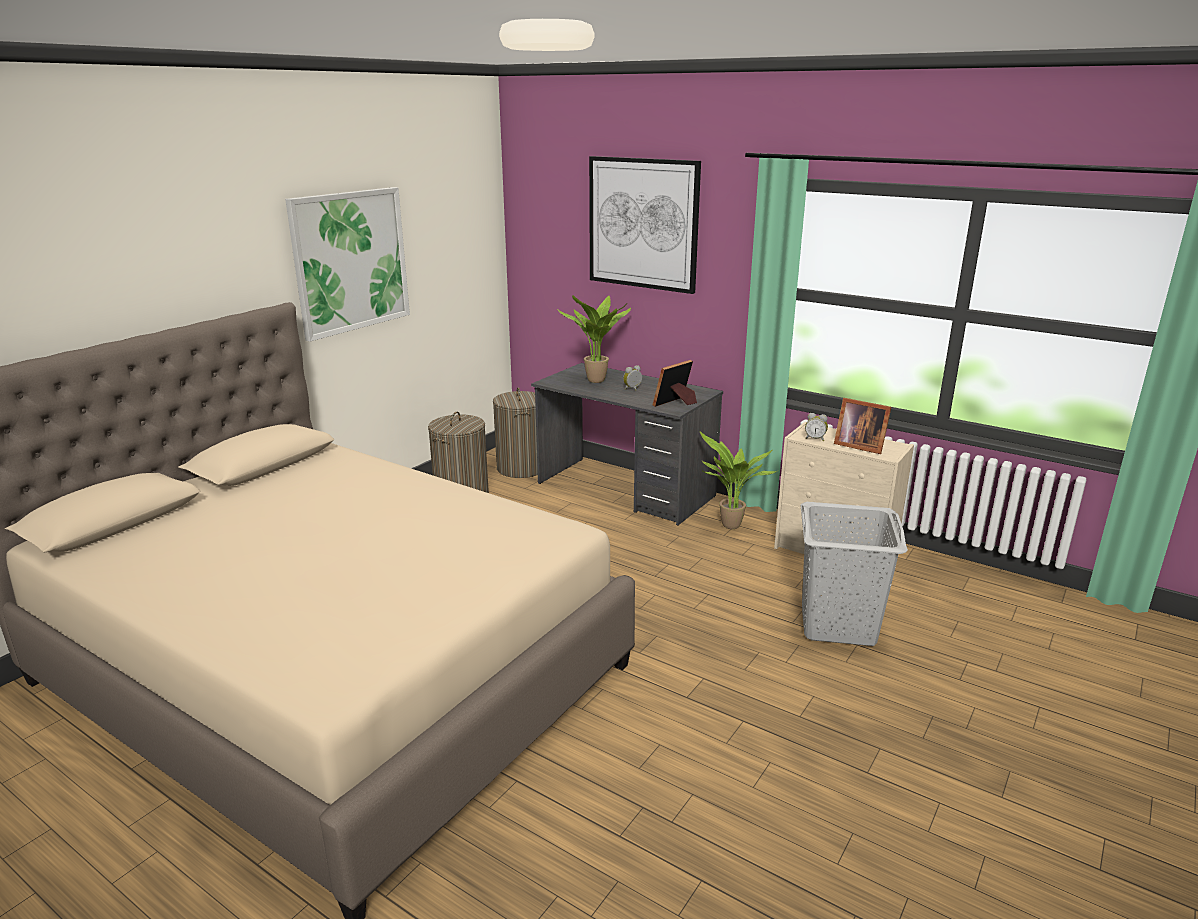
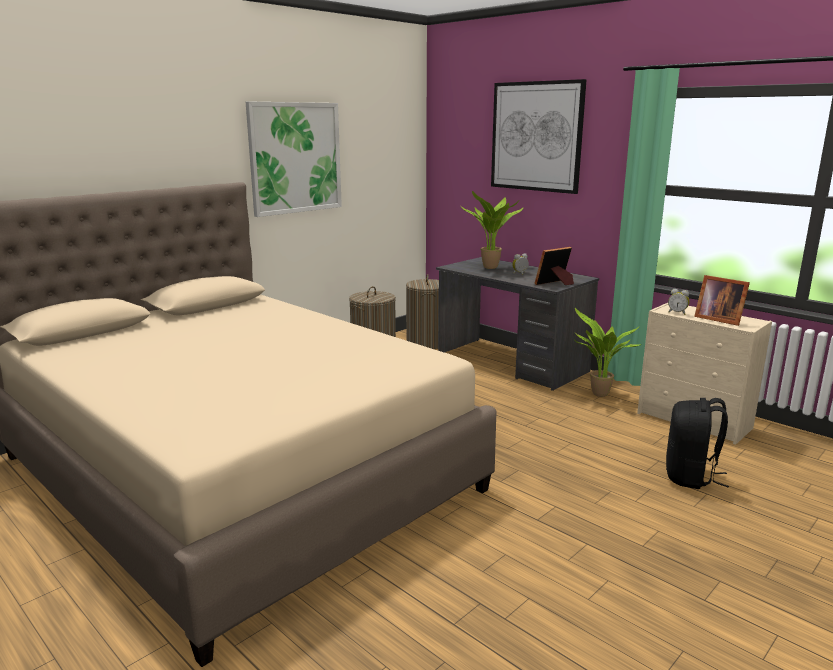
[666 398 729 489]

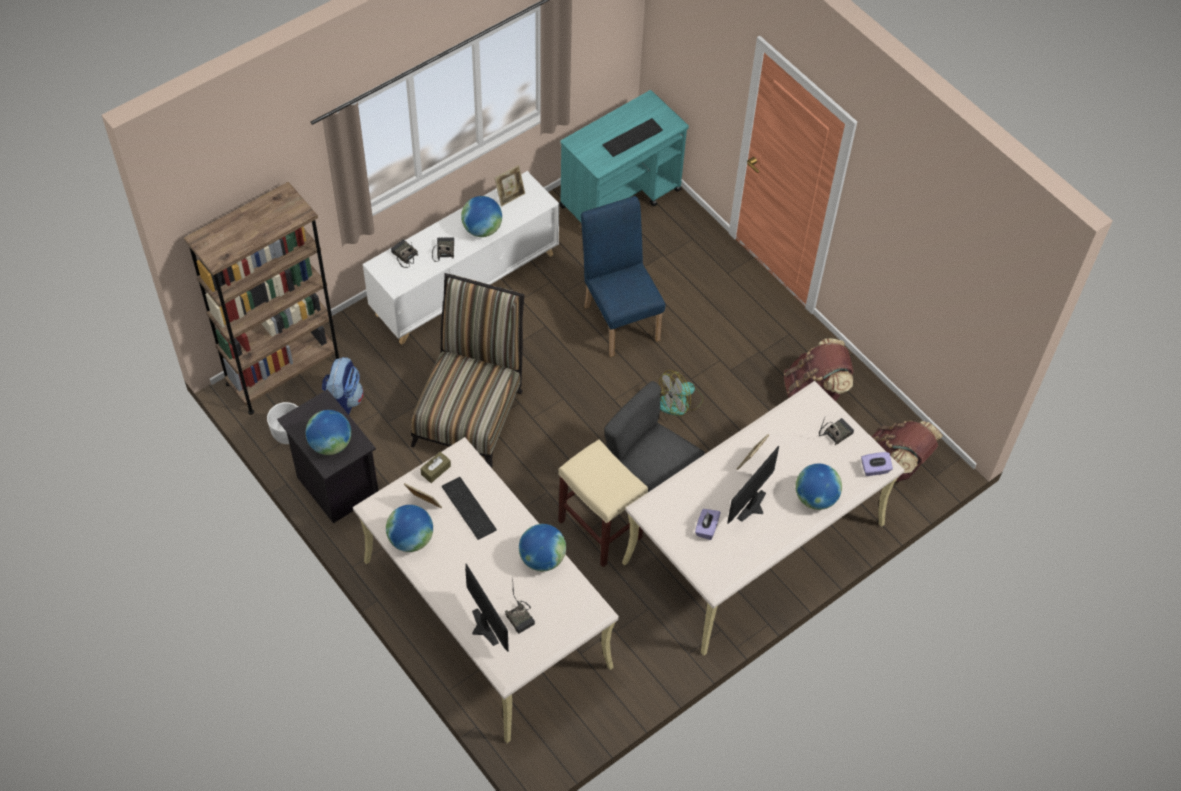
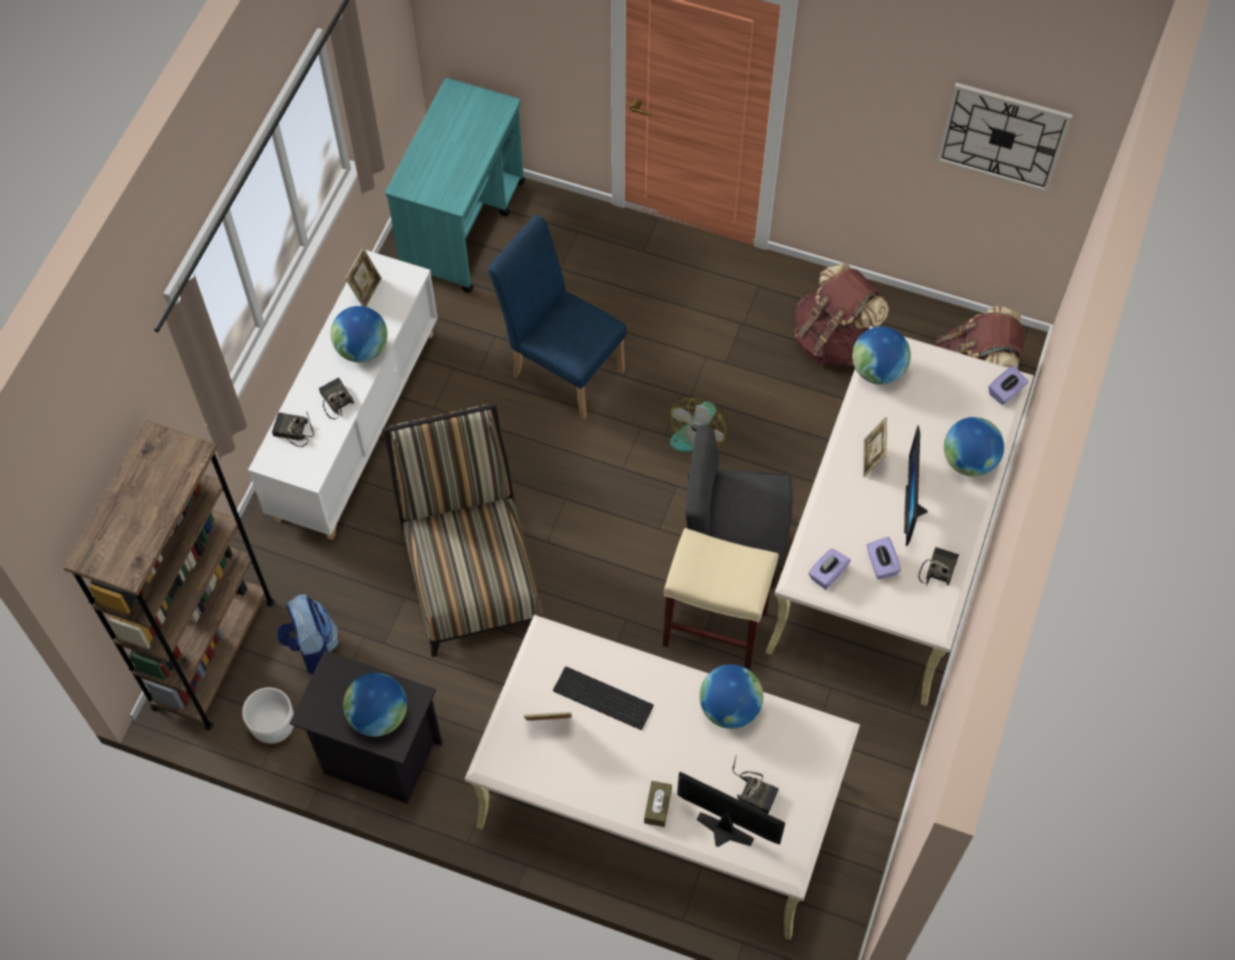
[603 118 663 157] (first image)
[808 548 851 590]
[936 82 1073 193]
[852 327 911 385]
[644 781 672 827]
[918 547 959 585]

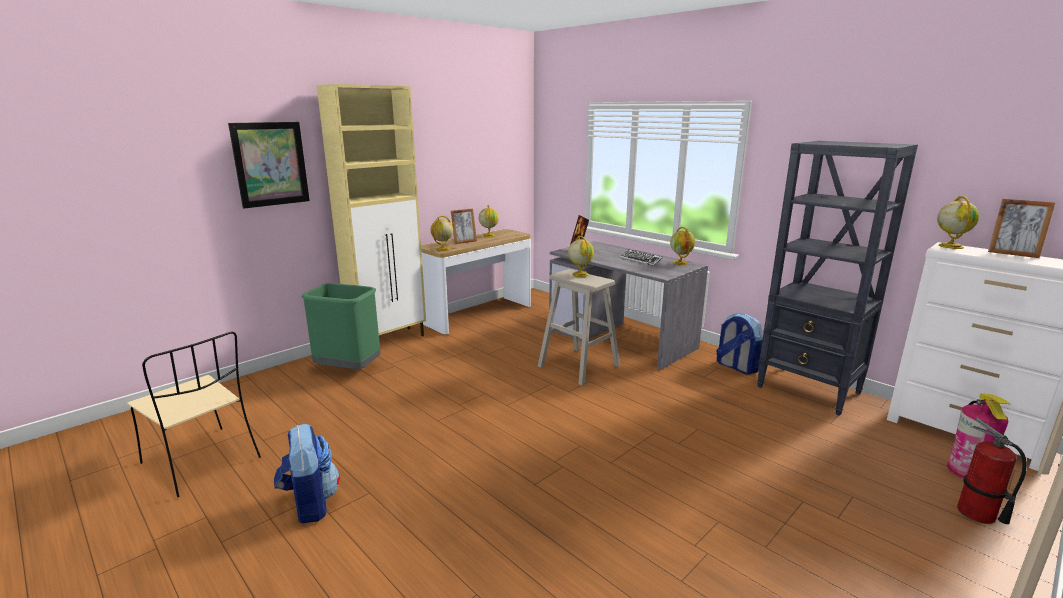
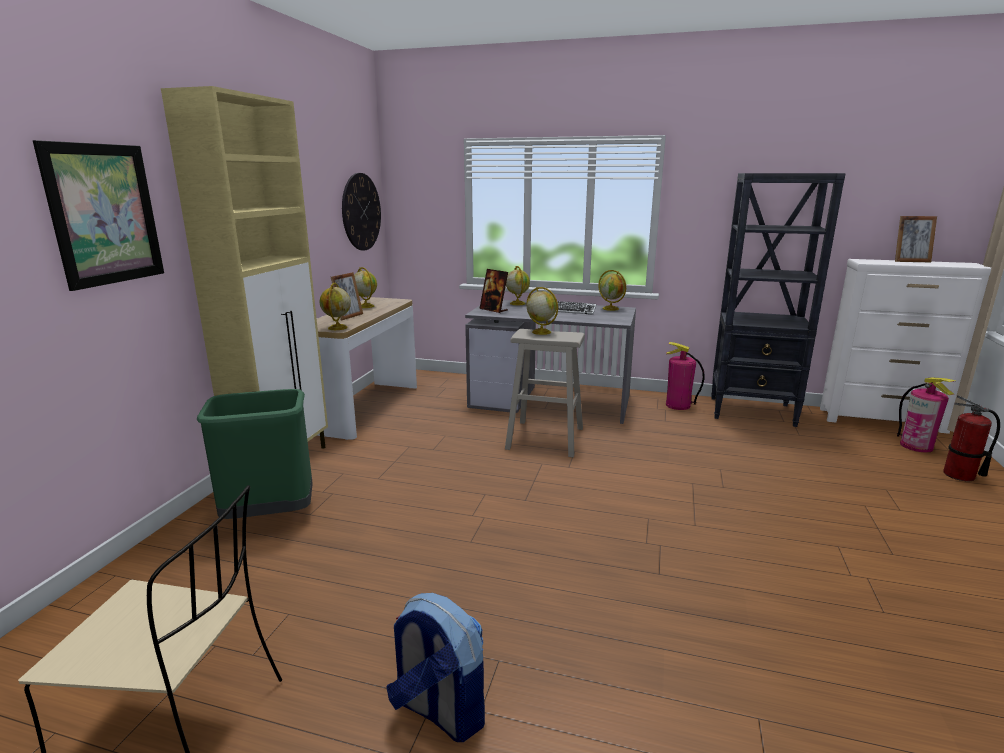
[342 173 381 251]
[506 266 530 305]
[666 342 705 410]

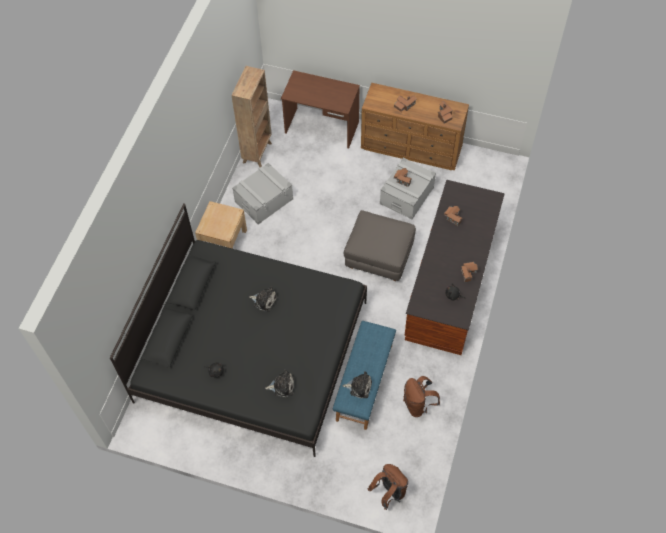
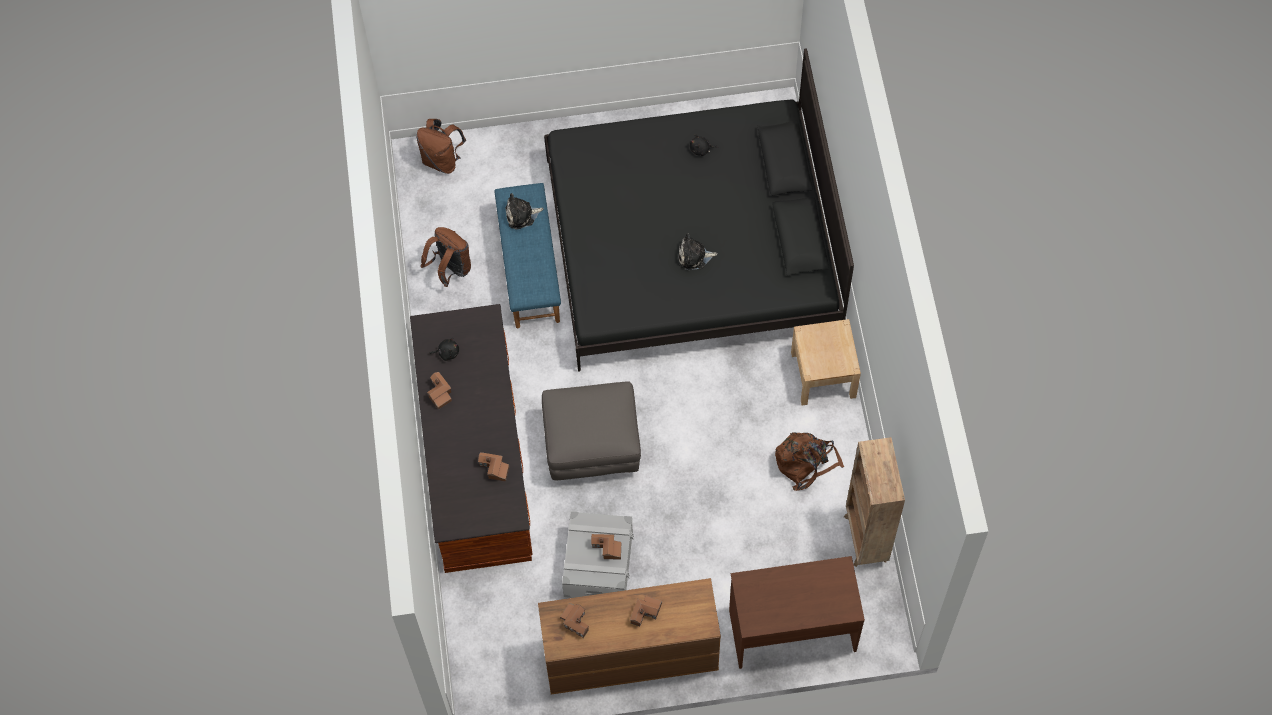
[265 369 294 397] (first image)
[775 432 844 491]

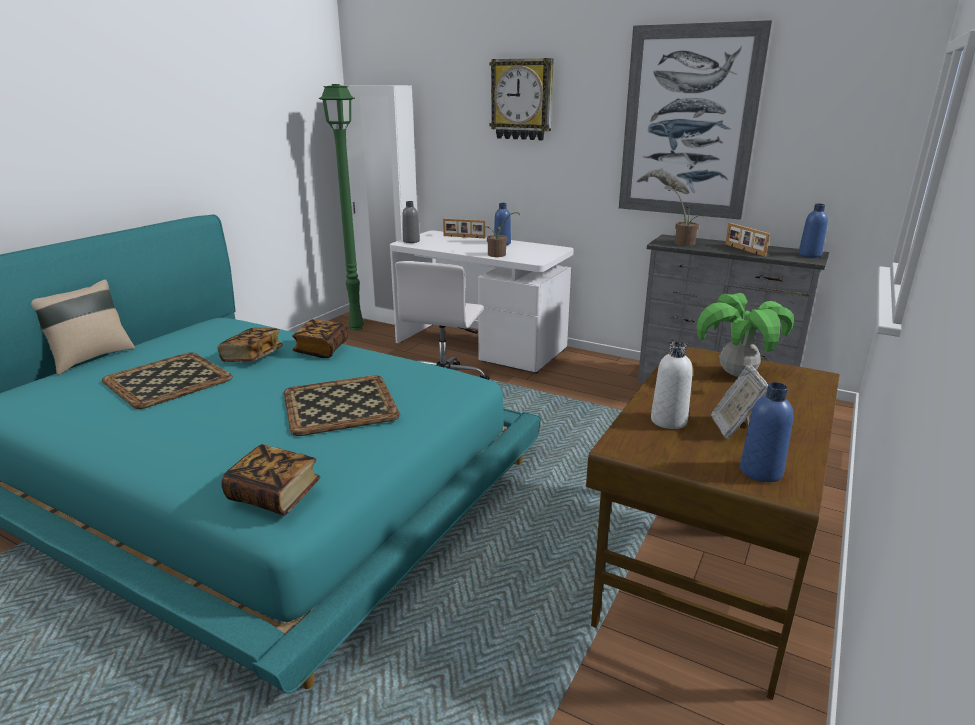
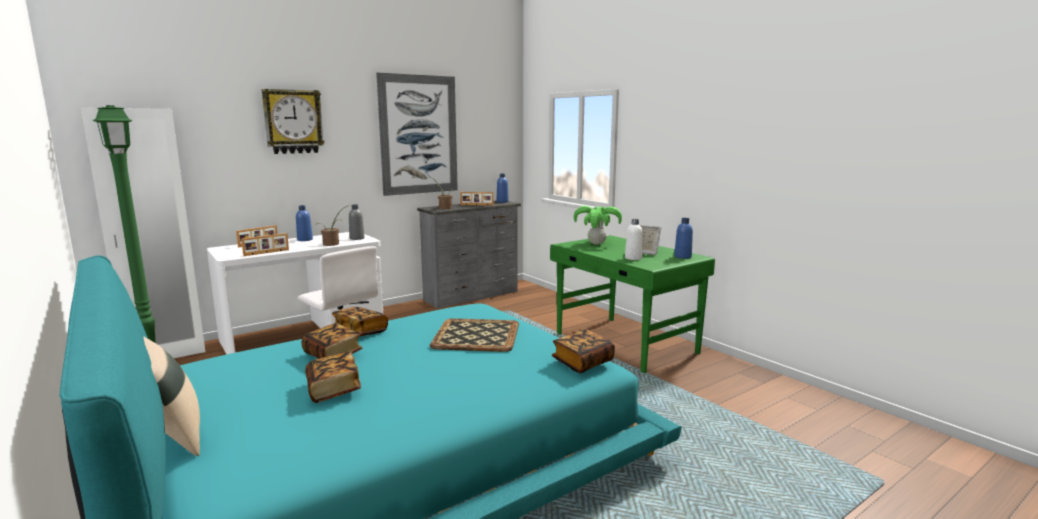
[241 233 289 256]
[349 204 365 240]
[305 352 361 403]
[550 235 715 373]

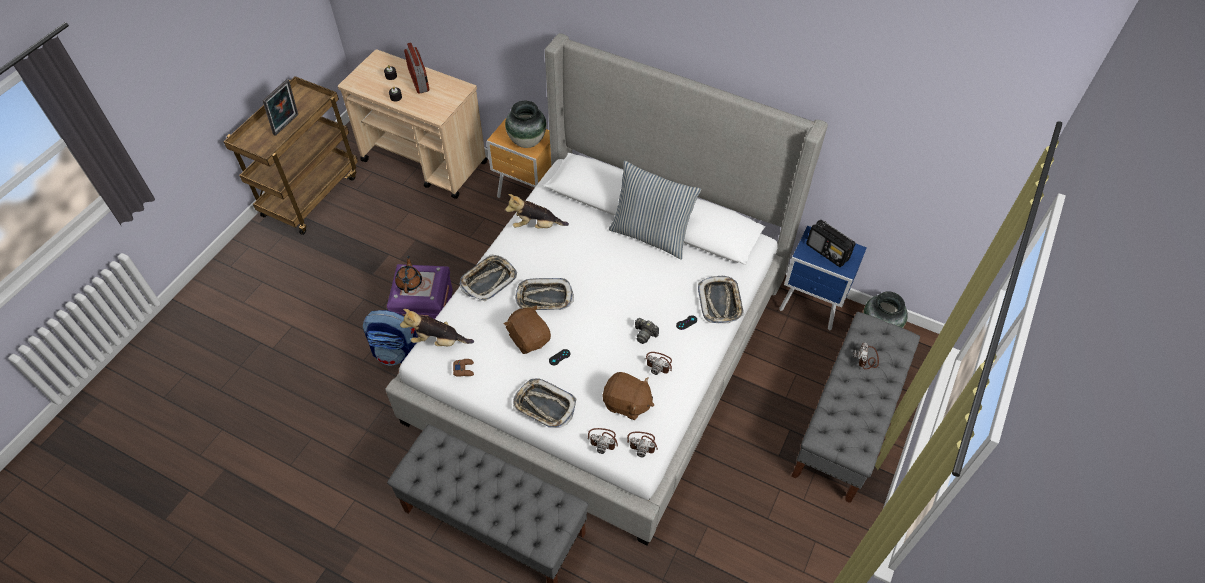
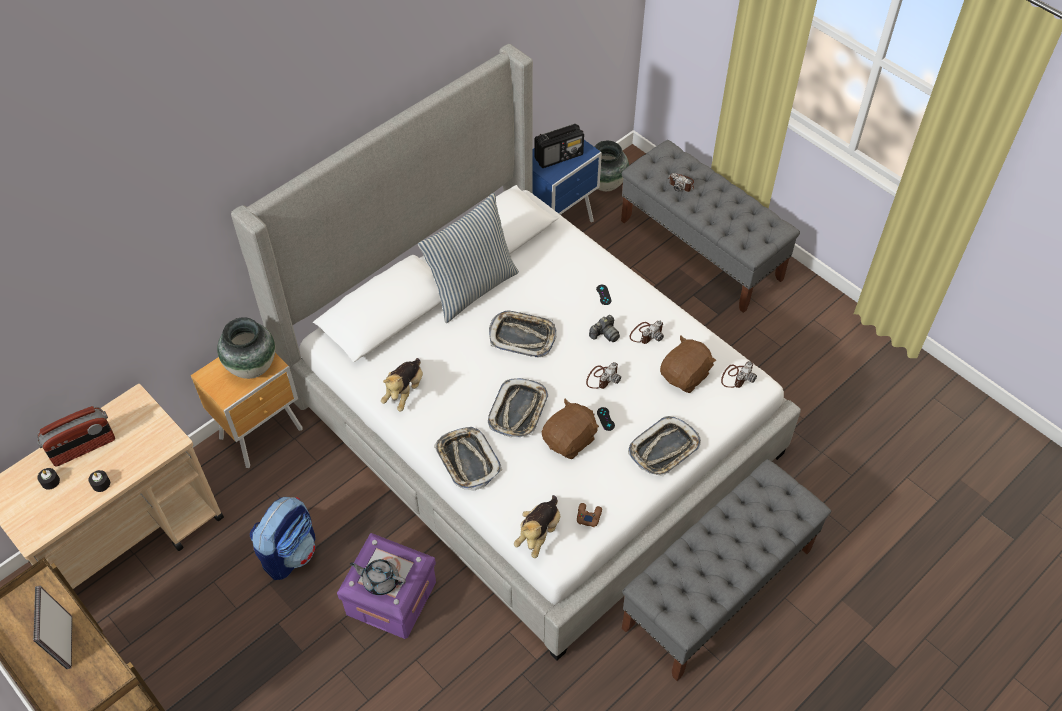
[250 497 316 580]
[586 362 621 389]
[489 311 557 357]
[350 559 406 595]
[33 586 72 669]
[37 406 115 467]
[542 399 599 459]

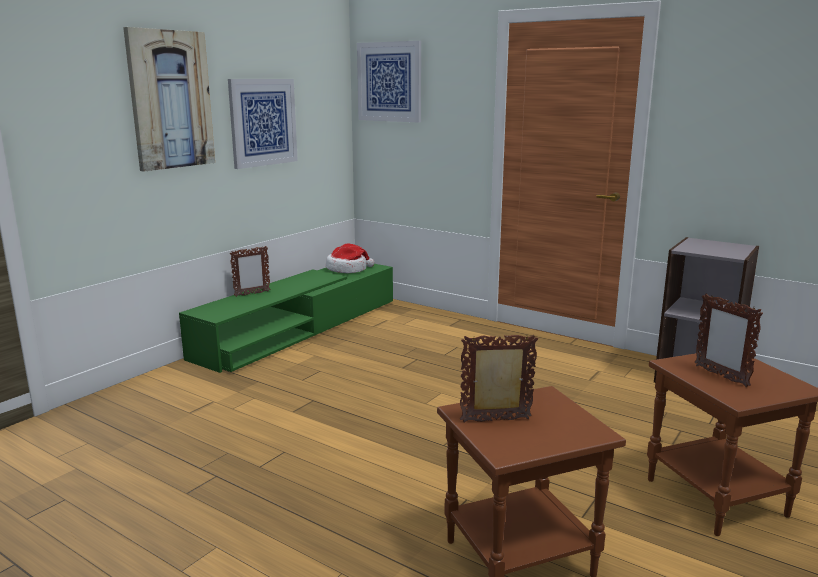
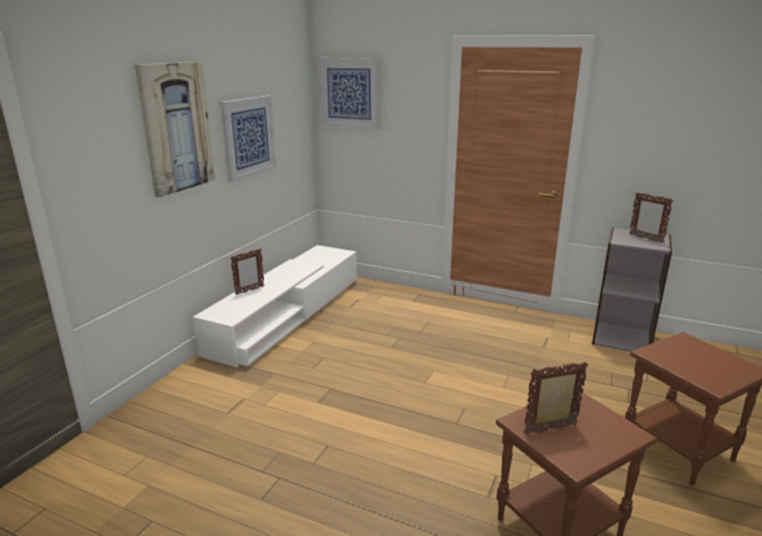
[326 244 374 273] (first image)
[629 192 673 243]
[193 245 357 367]

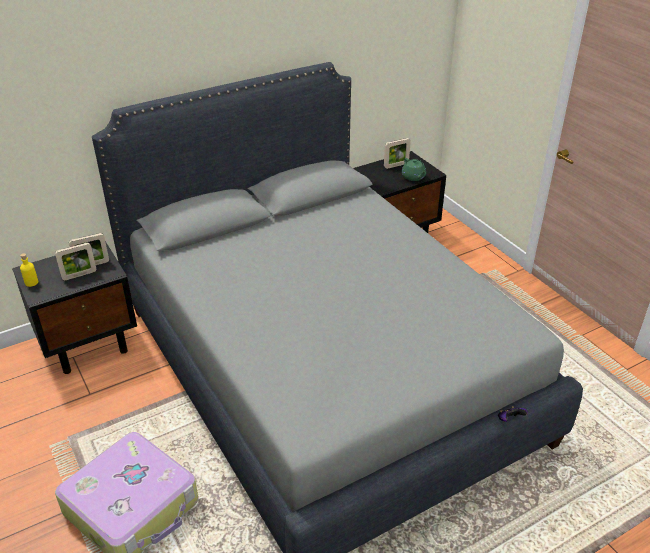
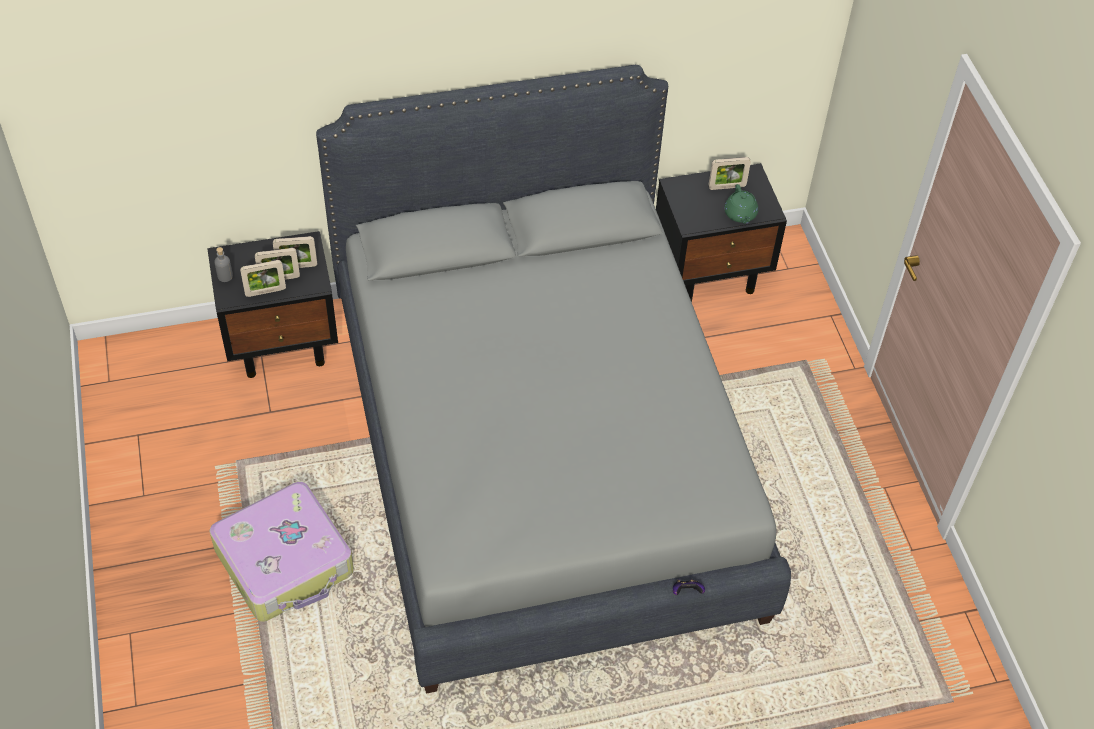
[240 260 286 297]
[214 247 233 282]

